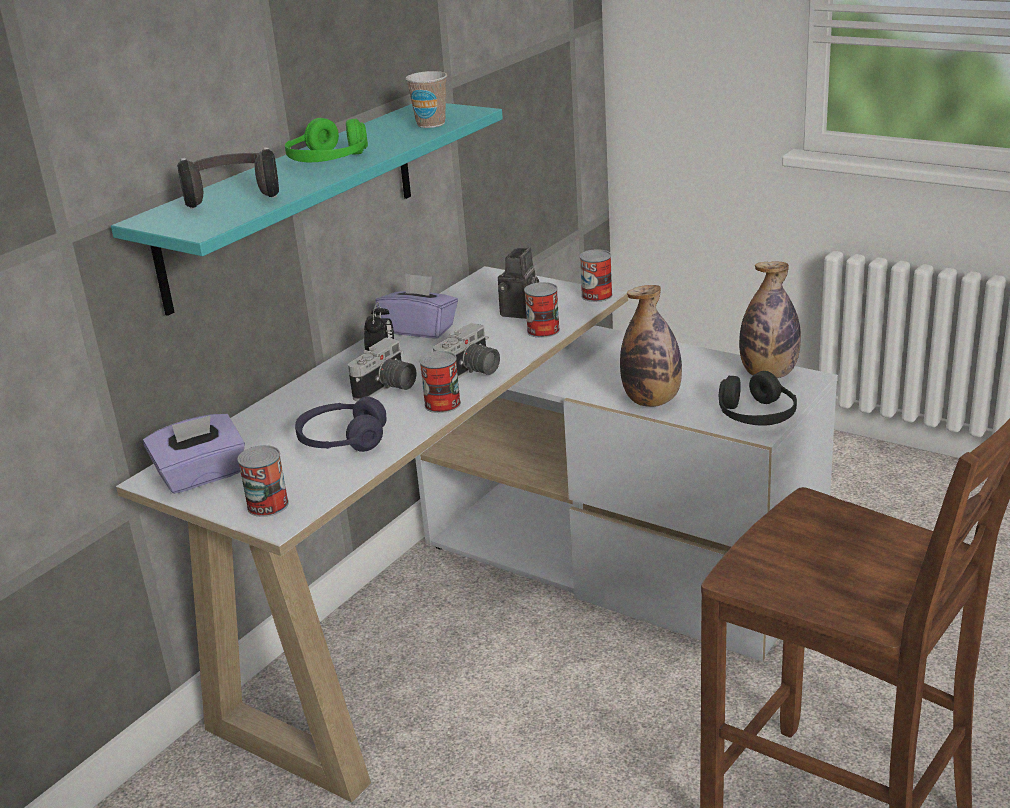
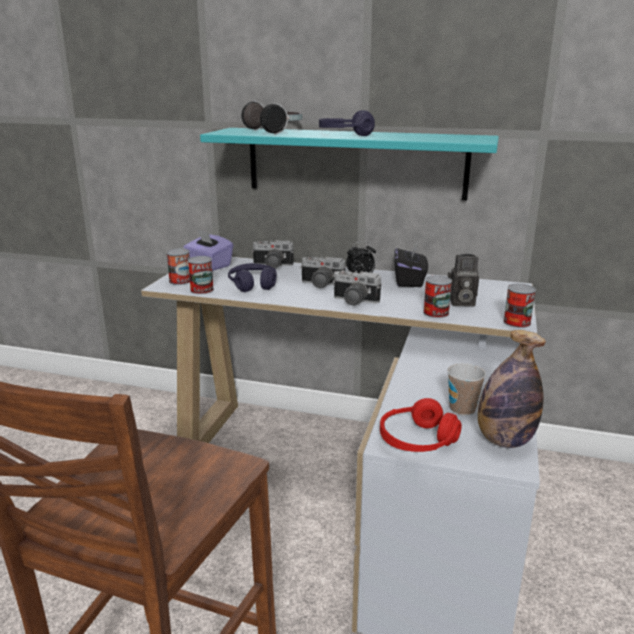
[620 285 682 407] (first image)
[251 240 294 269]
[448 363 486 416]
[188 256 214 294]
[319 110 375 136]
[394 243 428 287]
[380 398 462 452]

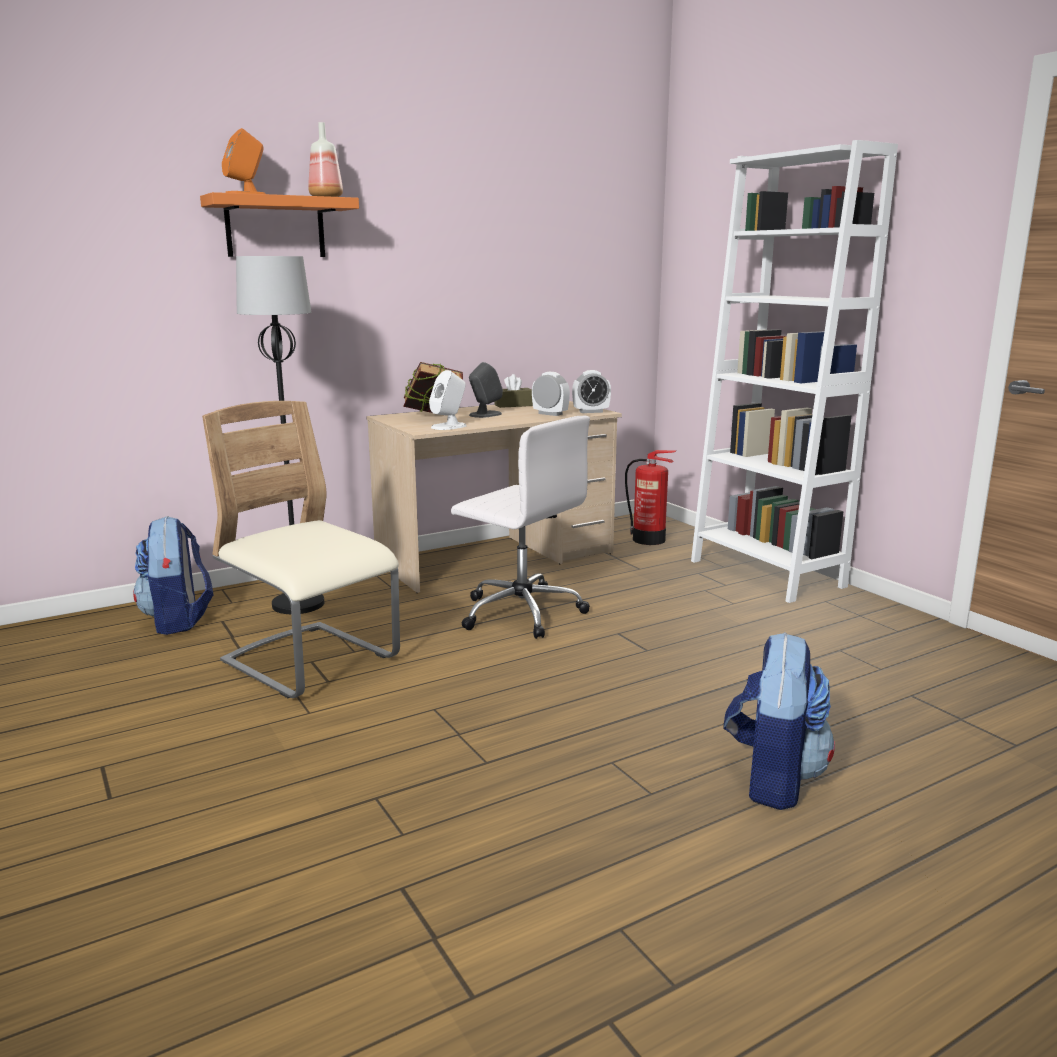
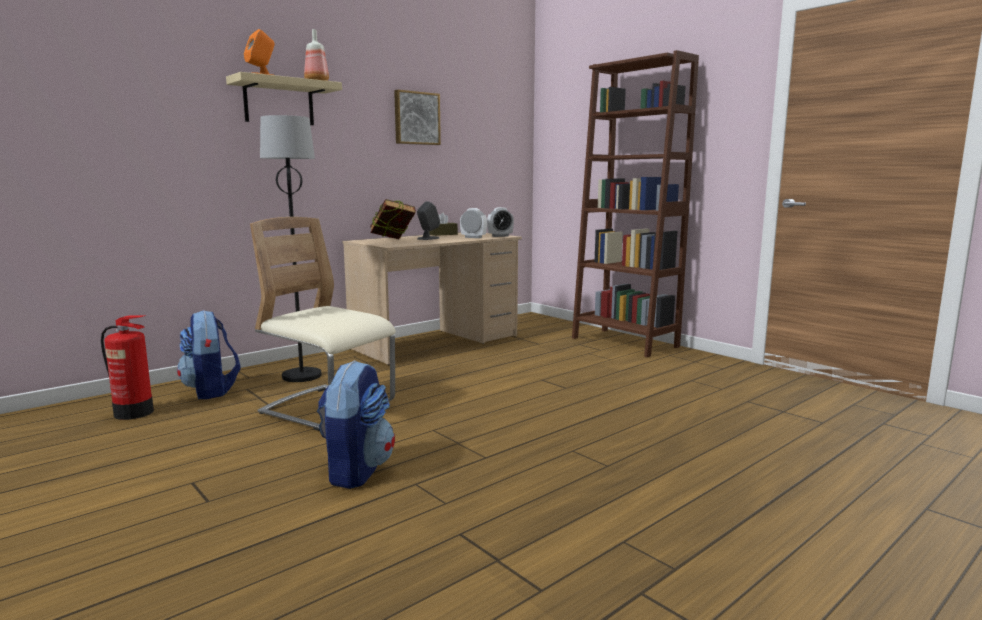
[429 370 467 430] (first image)
[451 416 590 639] (first image)
[394 90 441 145]
[101 316 154 420]
[317 360 395 489]
[226 72 342 125]
[572 50 699 357]

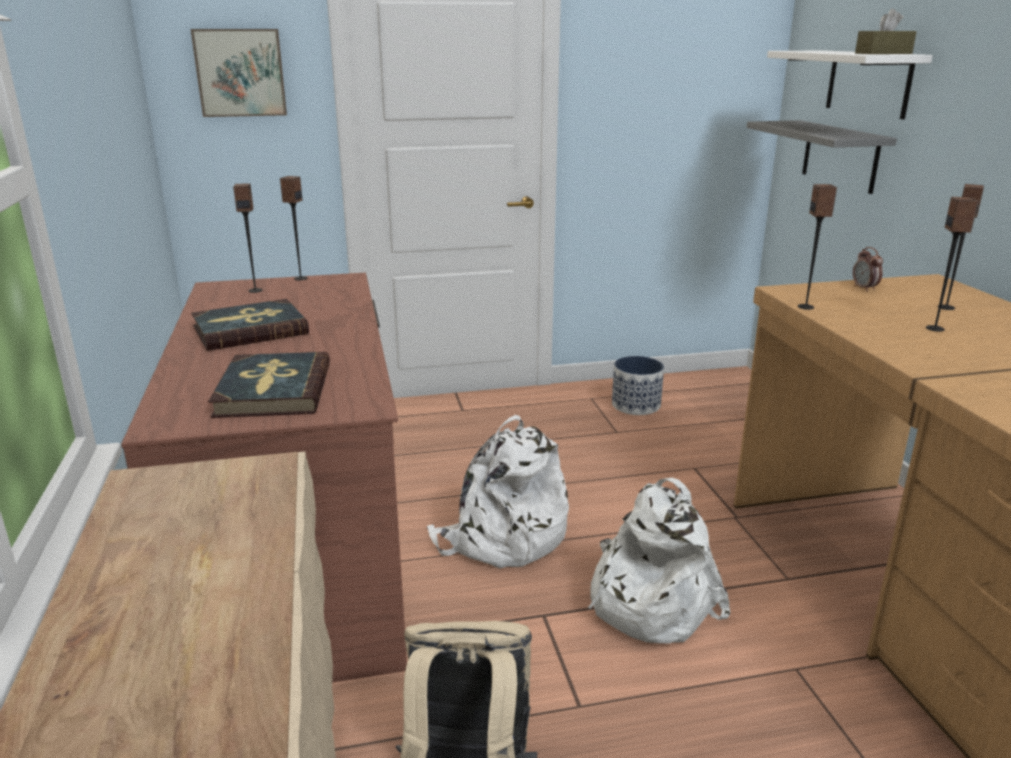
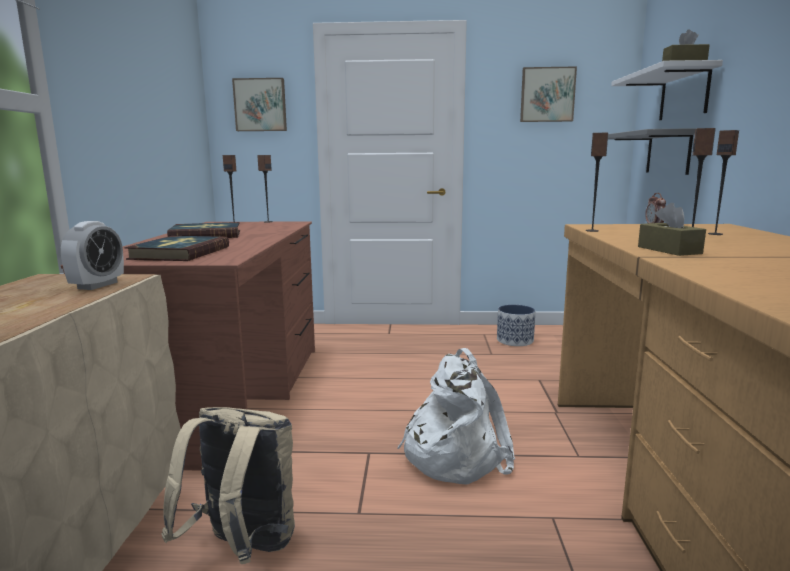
[427 415 569 569] (first image)
[61 221 124 290]
[520 66 577 122]
[638 203 706 256]

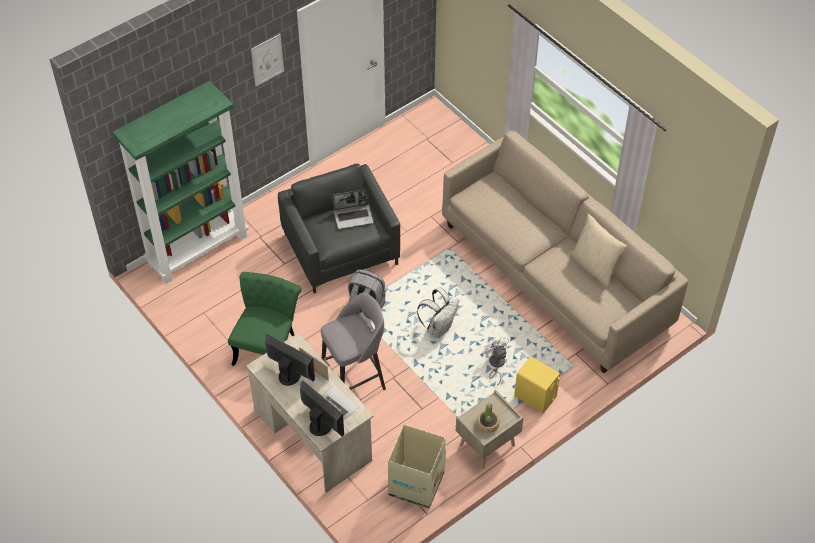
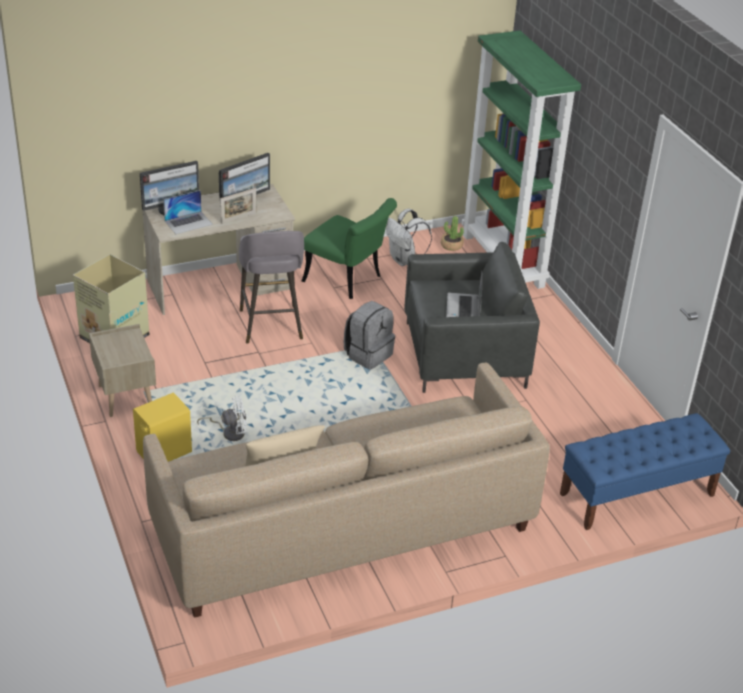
[251 34 284 87] (first image)
[560 413 730 530]
[386 209 432 266]
[441 216 464 251]

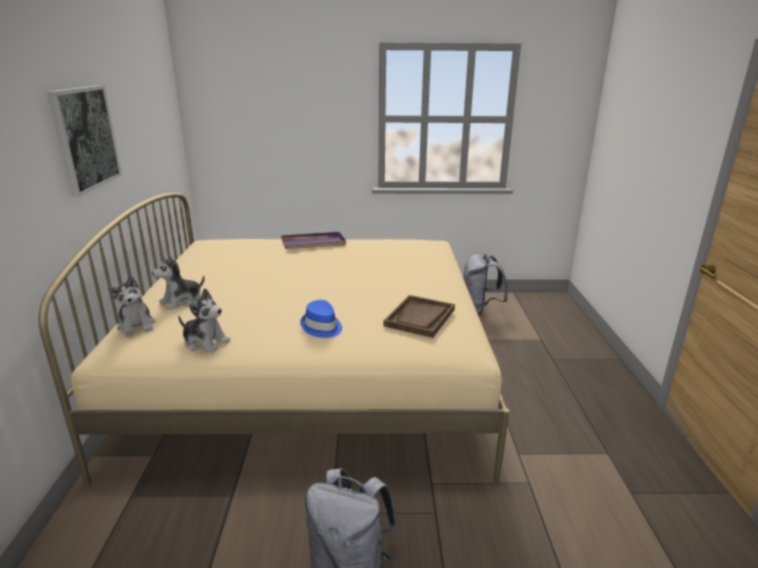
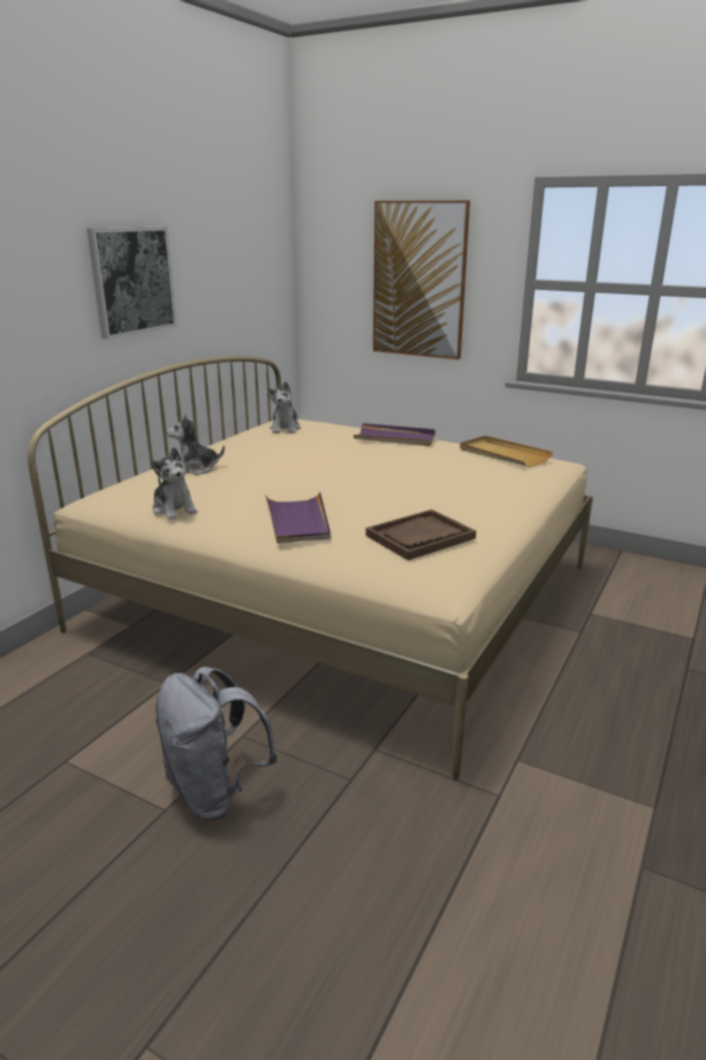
[463 254 508 315] (first image)
[373 200 470 360]
[460 436 553 467]
[267 382 301 433]
[265 492 331 543]

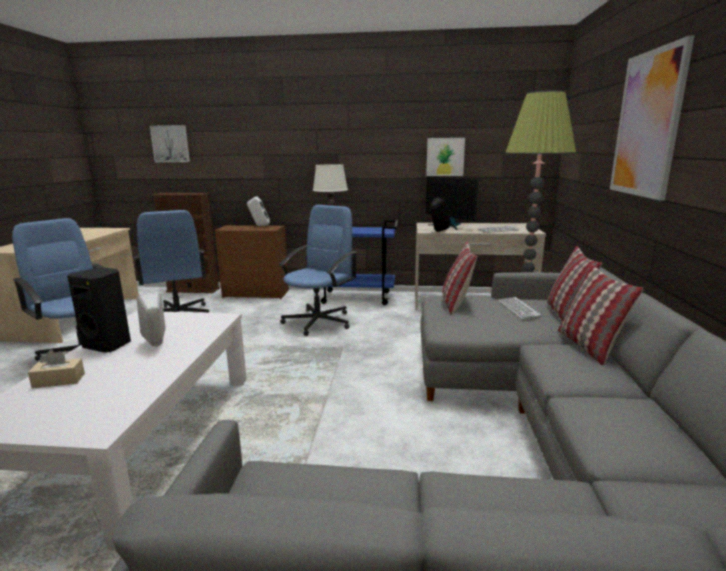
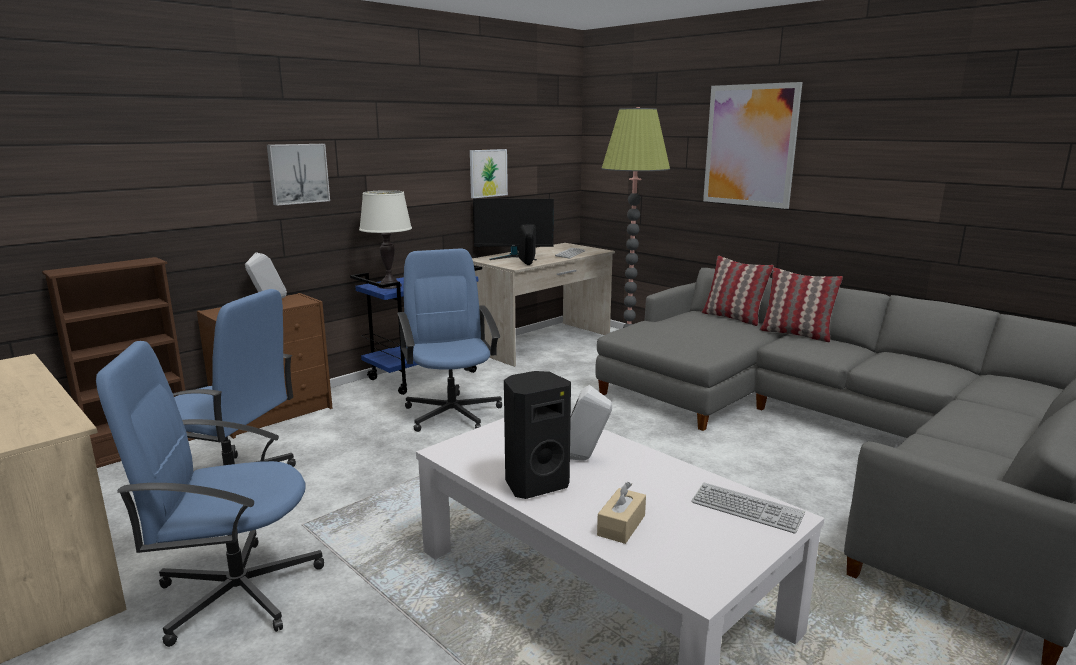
[442 242 477 315] (first image)
[267 144 330 206]
[691 483 805 533]

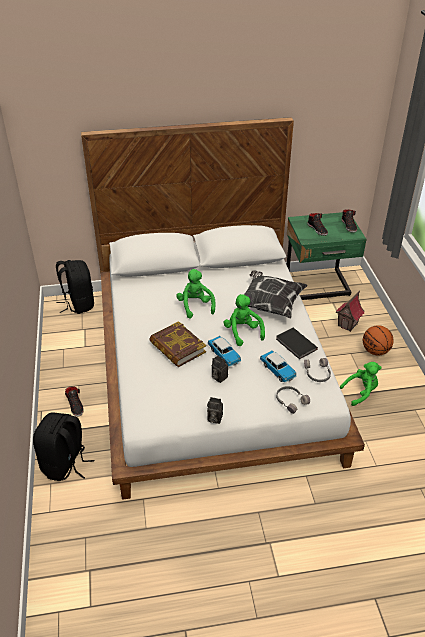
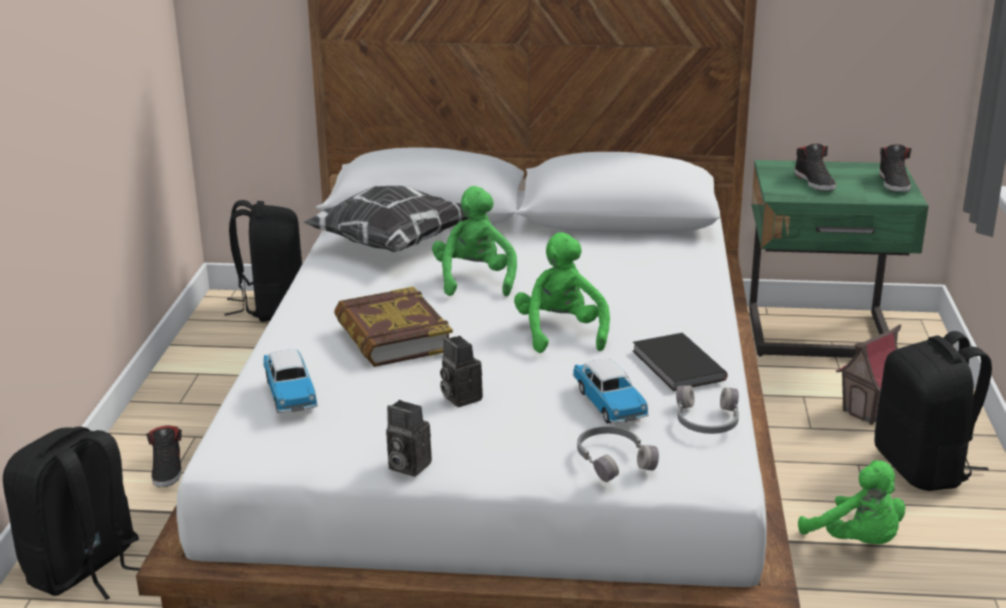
[263 349 318 413]
[304 186 468 252]
[875 331 992 491]
[798 460 905 544]

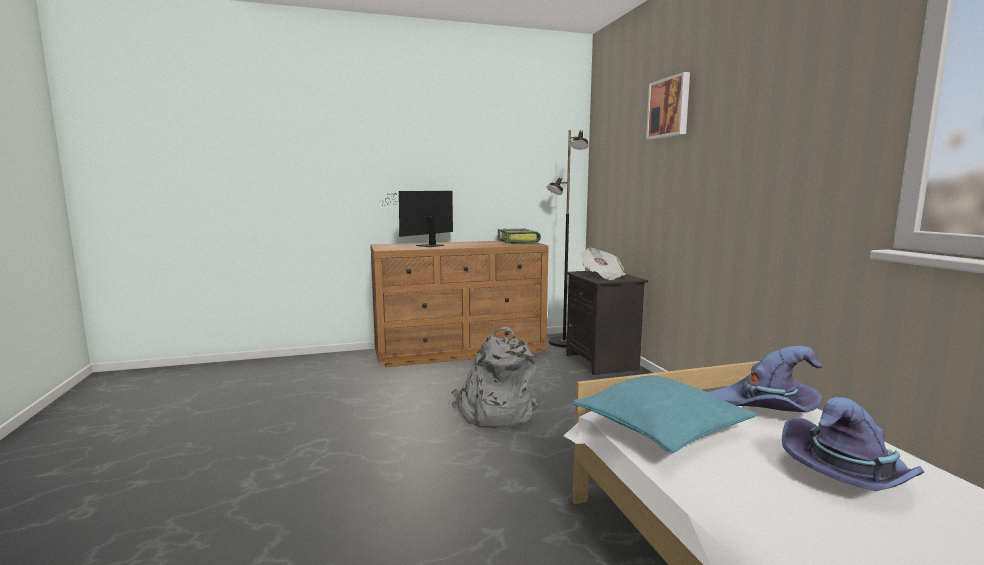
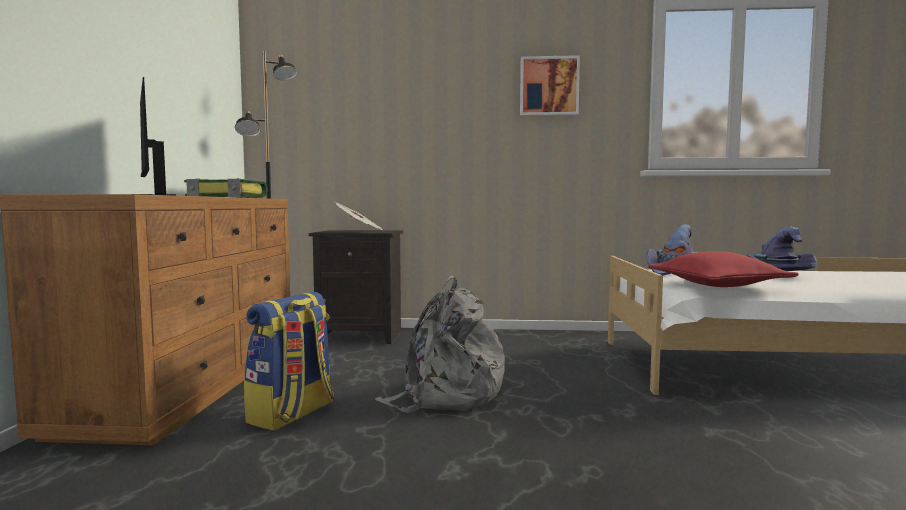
[244 292 334 431]
[520 55 580 116]
[648 251 799 287]

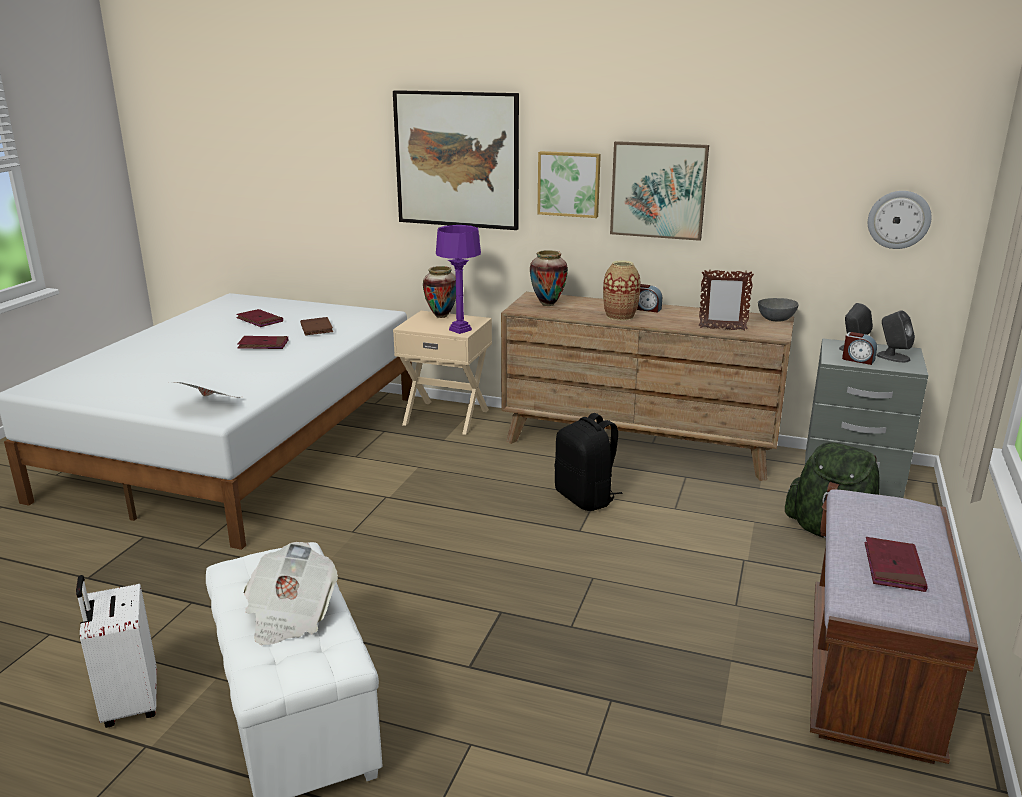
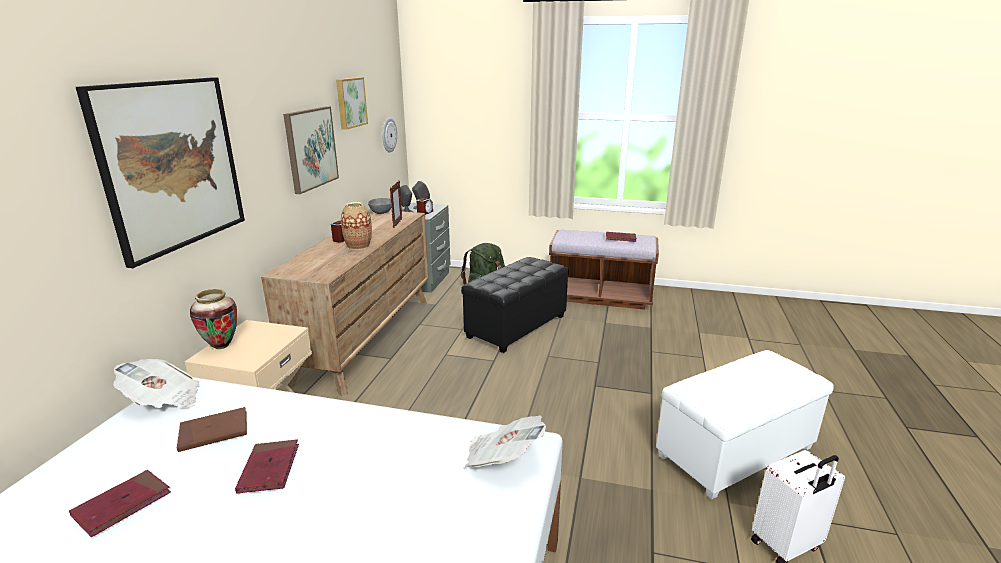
[436 225 481 334] (first image)
[530 250 568 306] (first image)
[555 413 622 511] (first image)
[461 257 569 353]
[113 359 199 408]
[336 77 368 130]

